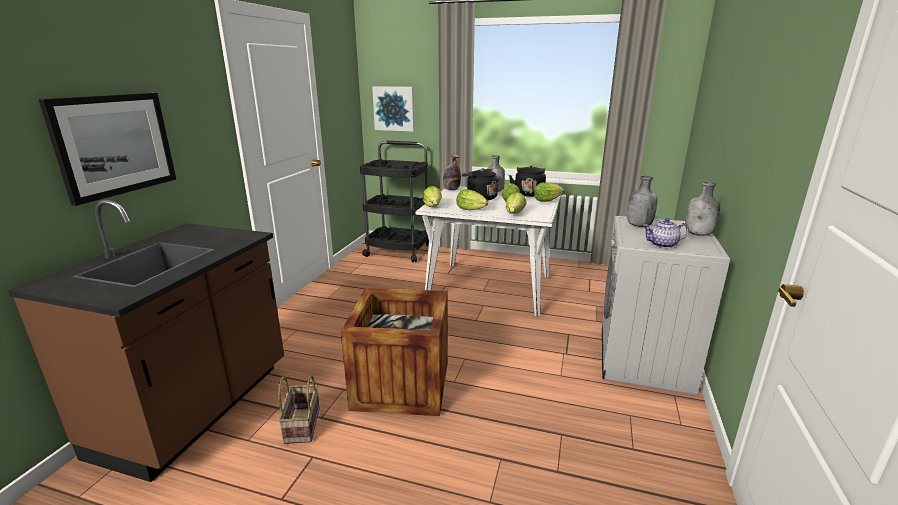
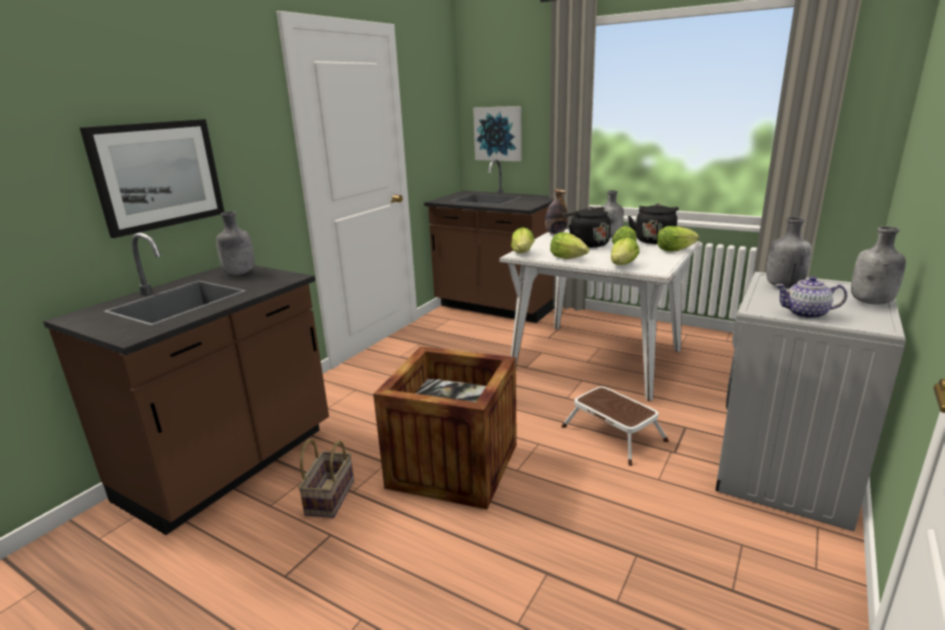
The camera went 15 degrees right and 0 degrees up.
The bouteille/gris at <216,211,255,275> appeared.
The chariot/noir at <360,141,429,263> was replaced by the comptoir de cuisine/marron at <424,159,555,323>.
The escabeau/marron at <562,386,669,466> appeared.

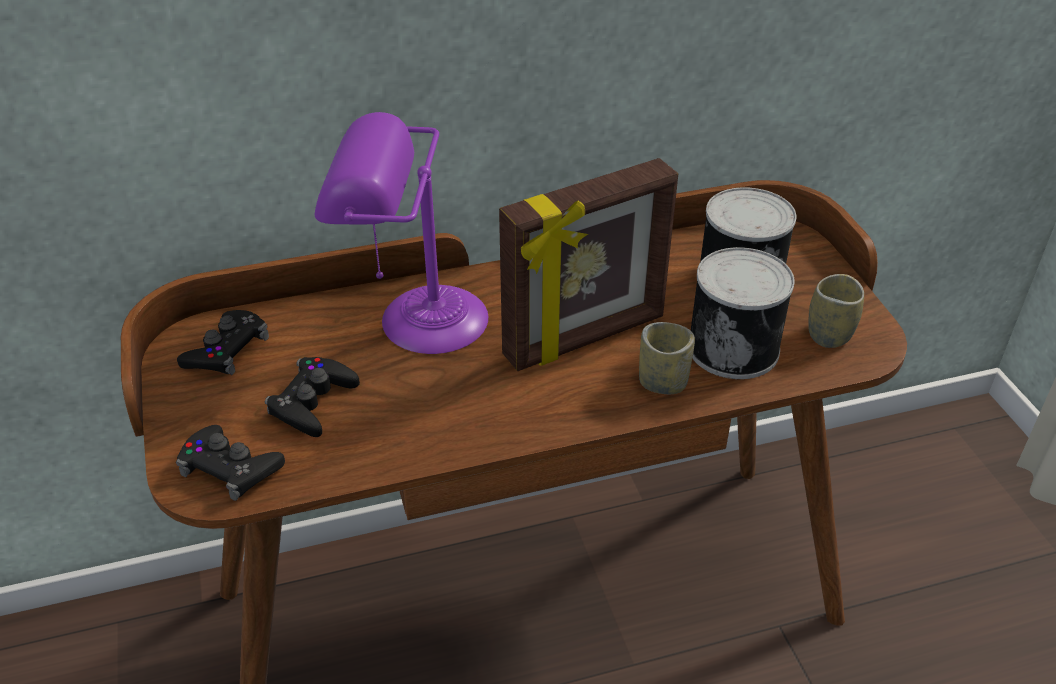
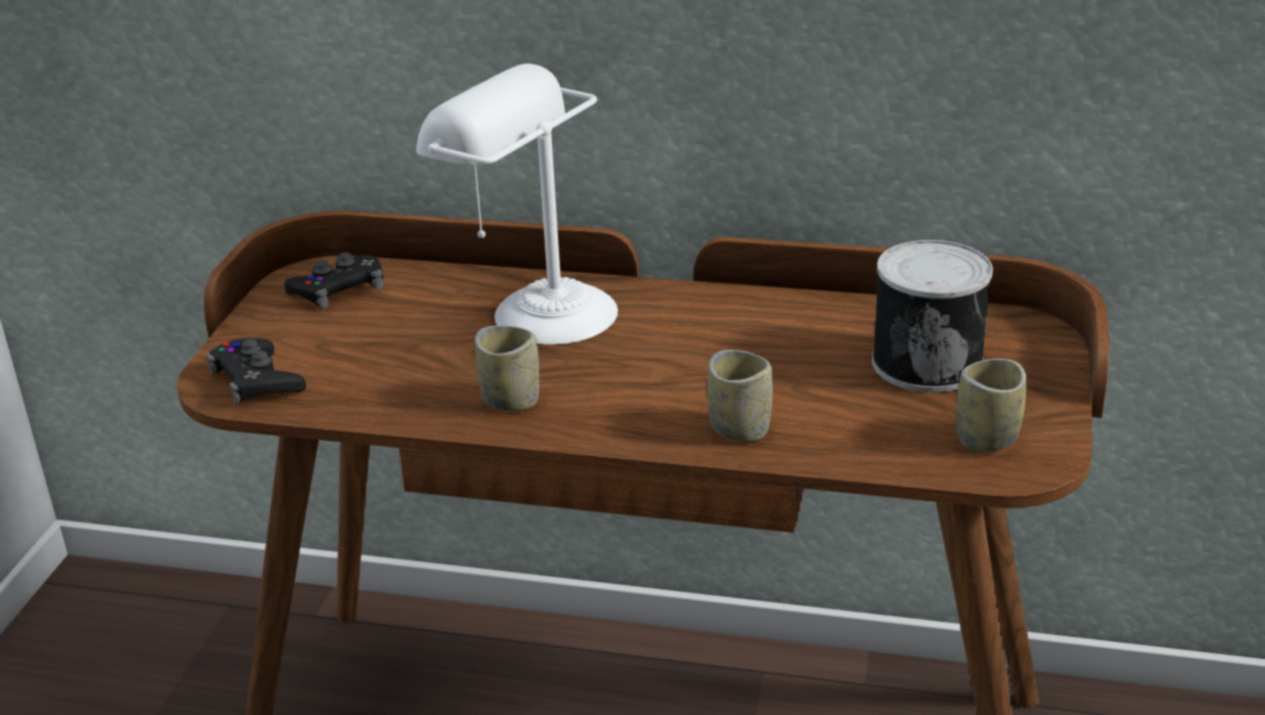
The camera went 30 degrees right and 10 degrees down.
The lampe de table/violet at <314,112,488,354> became the lampe de table/blanc at <416,64,618,345>.
The tasse at <475,325,539,411> appeared.
The manette/noir at <265,357,360,437> disappeared.
The cadre photo at <499,158,678,371> disappeared.
The boîte métallique at <691,247,795,379> disappeared.

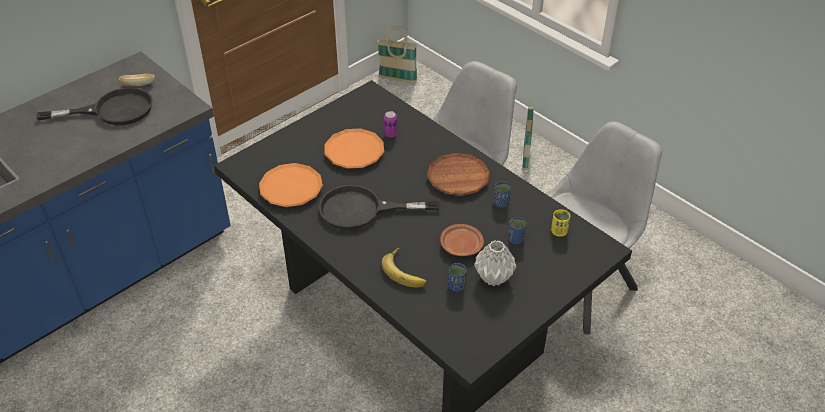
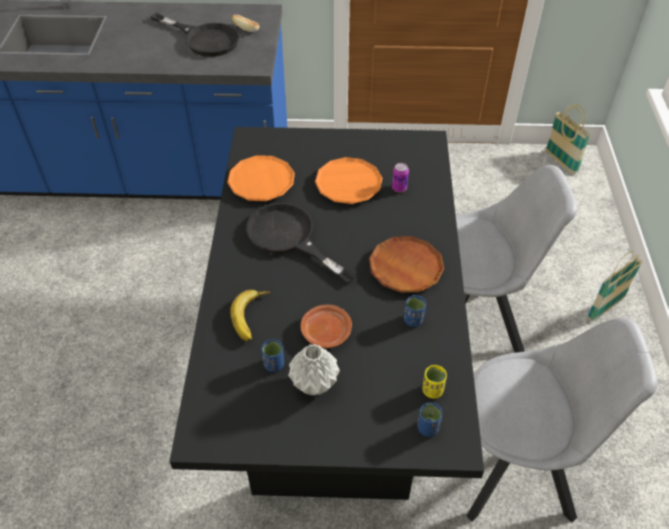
The camera went 45 degrees right and 5 degrees up.
The tasse/bleu moved from <508,217,526,244> to <418,402,442,437>.

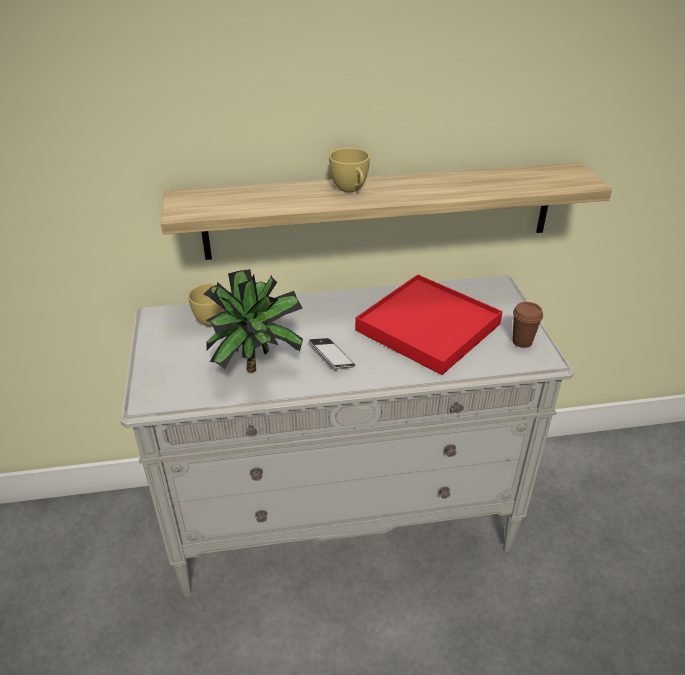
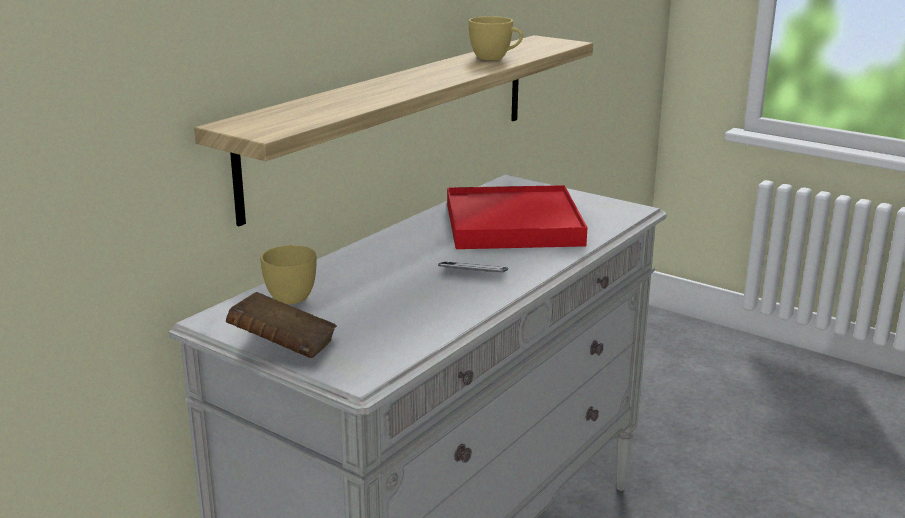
The camera went 45 degrees left and 15 degrees down.
The livre/marron at <226,292,337,358> appeared.
The tasse/jaune moved from <329,148,370,192> to <469,16,523,60>.
The plante en pot at <204,269,303,372> disappeared.
The tasse/marron at <512,302,543,348> disappeared.

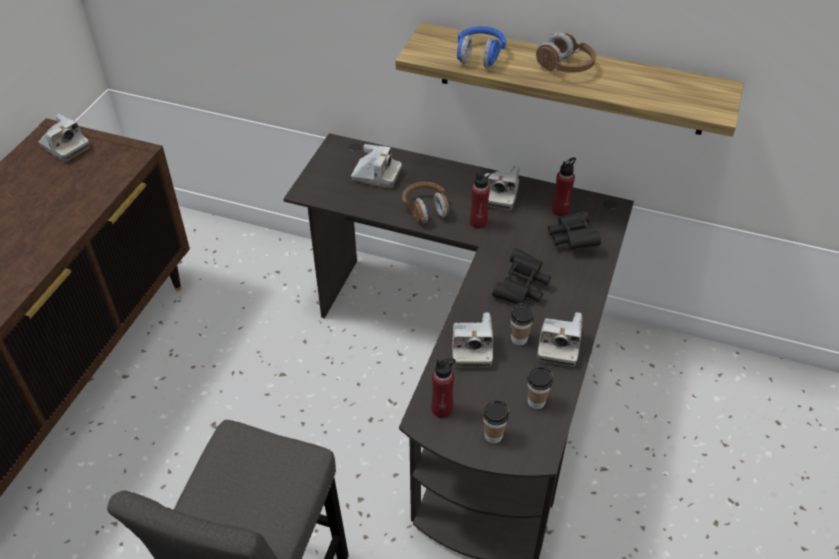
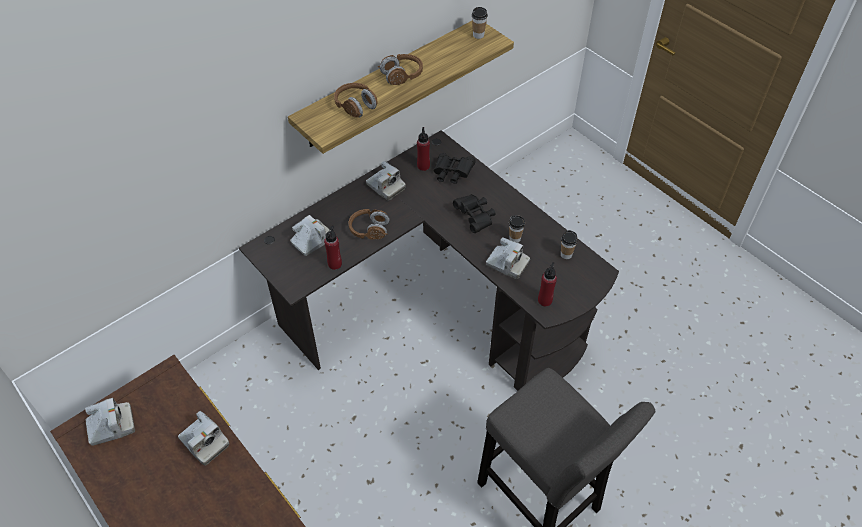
The camera went 60 degrees left and 5 degrees up.
The appareil photo moved from <537,312,582,367> to <178,411,229,466>.
The bouteille/rouge moved from <470,171,491,229> to <324,225,342,270>.
The casque audio/bleu at <457,26,506,68> became the casque audio/marron at <334,83,378,118>.
The tasse moved from <483,400,509,443> to <472,7,488,39>.

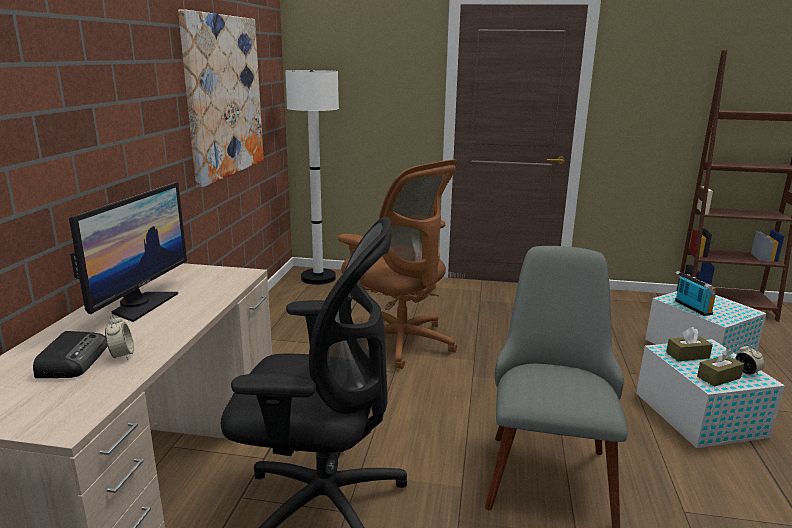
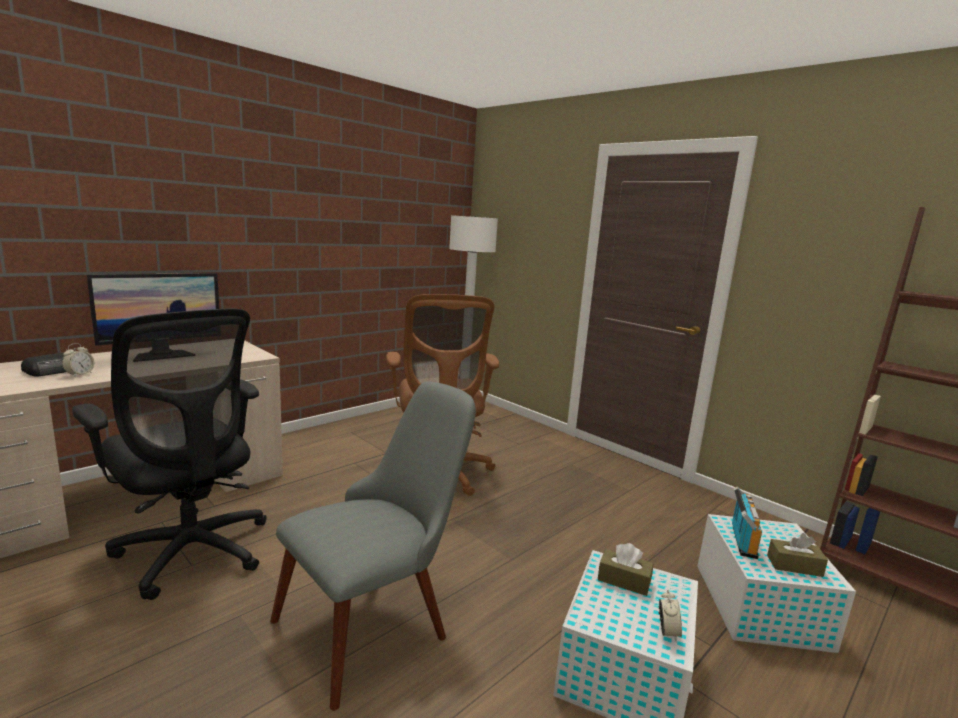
The camera went 35 degrees right and 5 degrees down.
The boîte à mouchoirs/marron moved from <697,349,744,387> to <767,533,828,577>.
The tableau at <178,10,264,188> disappeared.

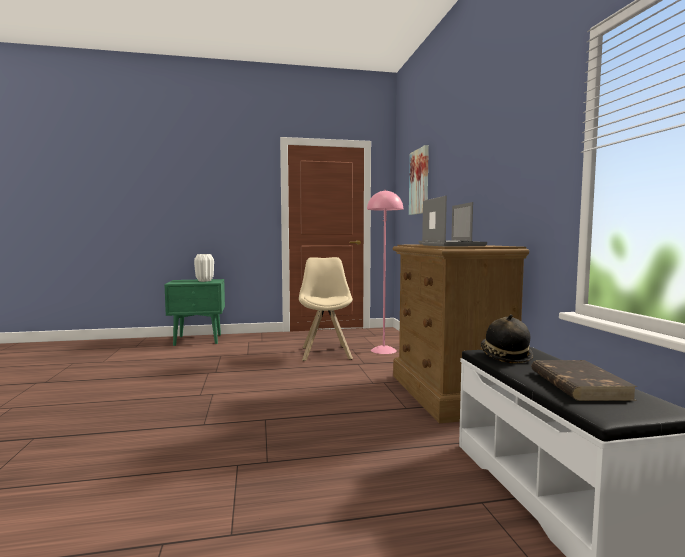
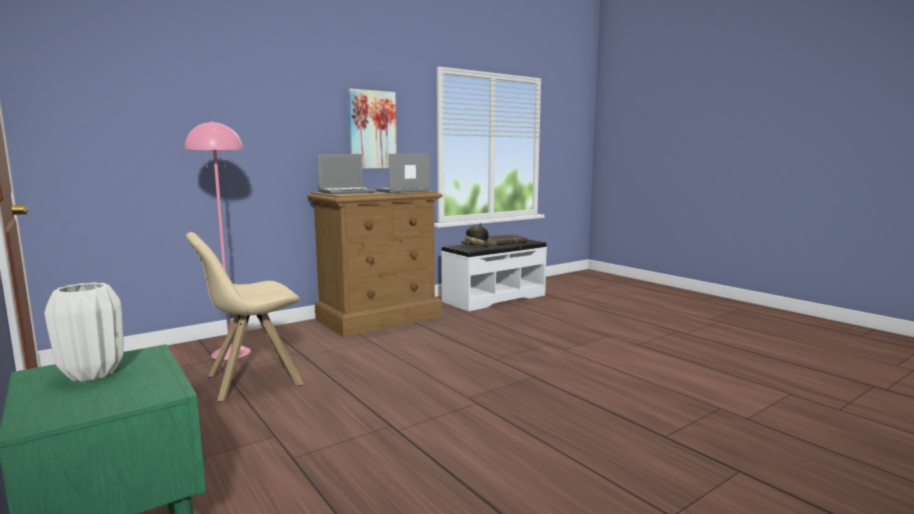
The camera went 115 degrees left and 5 degrees up.
The tableau moved from <409,145,429,215> to <348,89,397,169>.

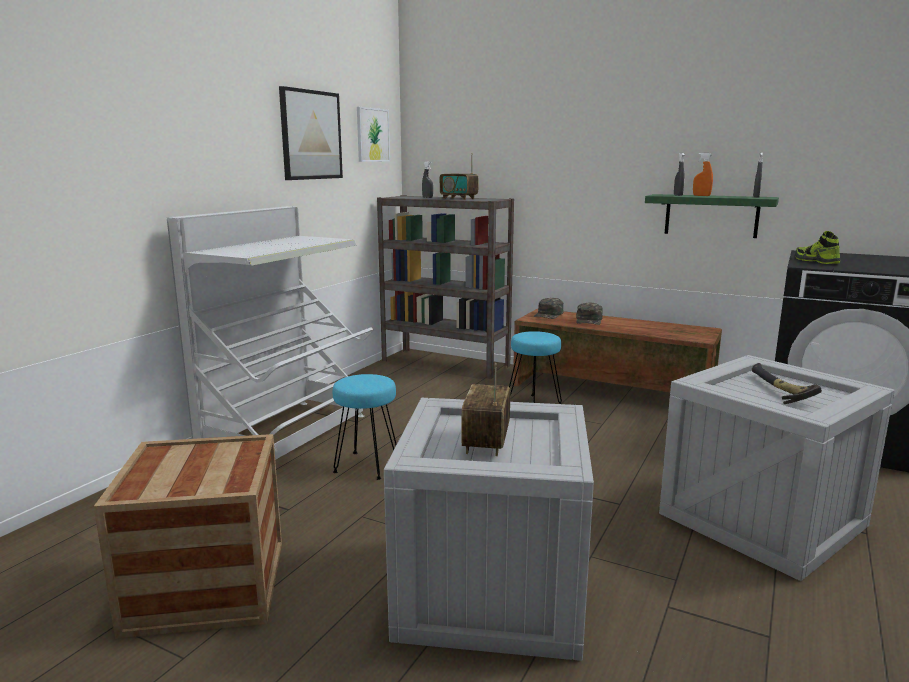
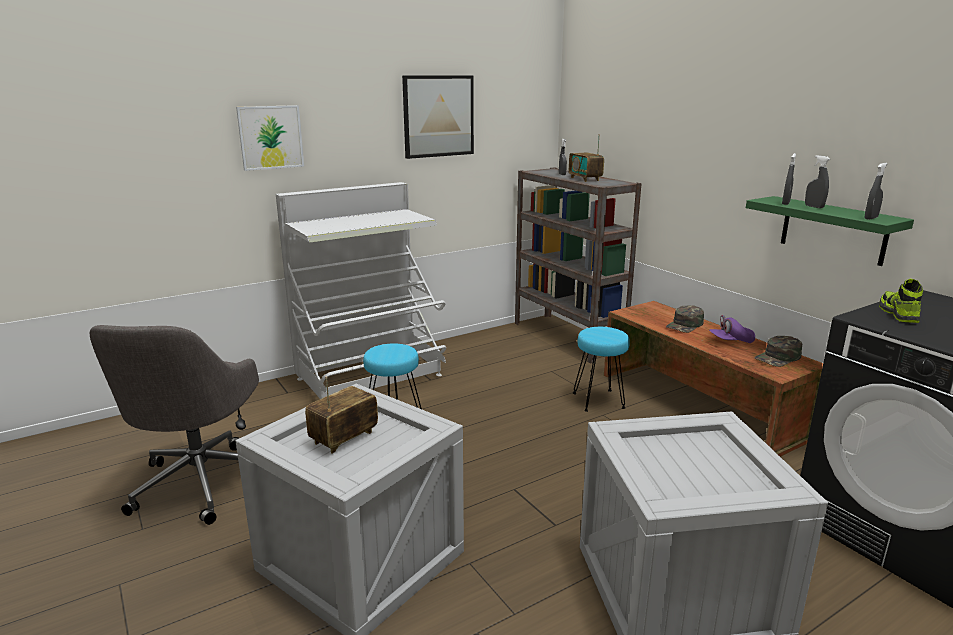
The camera went 30 degrees right and 5 degrees up.
The caisse at <94,434,282,639> was replaced by the chaise de bureau/gris at <90,325,259,525>.
The tableau moved from <357,107,390,162> to <236,105,304,171>.
The casquette/violet at <709,315,755,343> appeared.
The casquette/vert moved from <533,298,564,319> to <755,336,802,367>.
The vaporisateur/orange at <693,153,713,196> became the vaporisateur/gris at <805,155,830,208>.
The marteau at <752,363,822,404> disappeared.

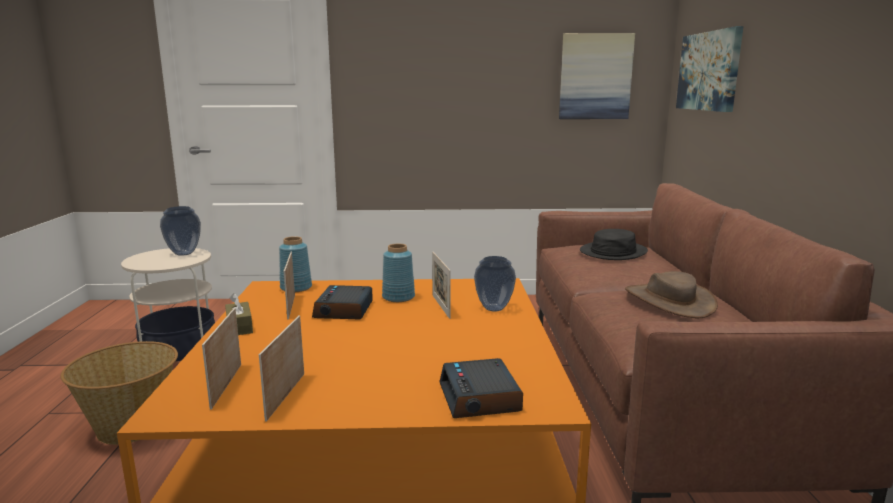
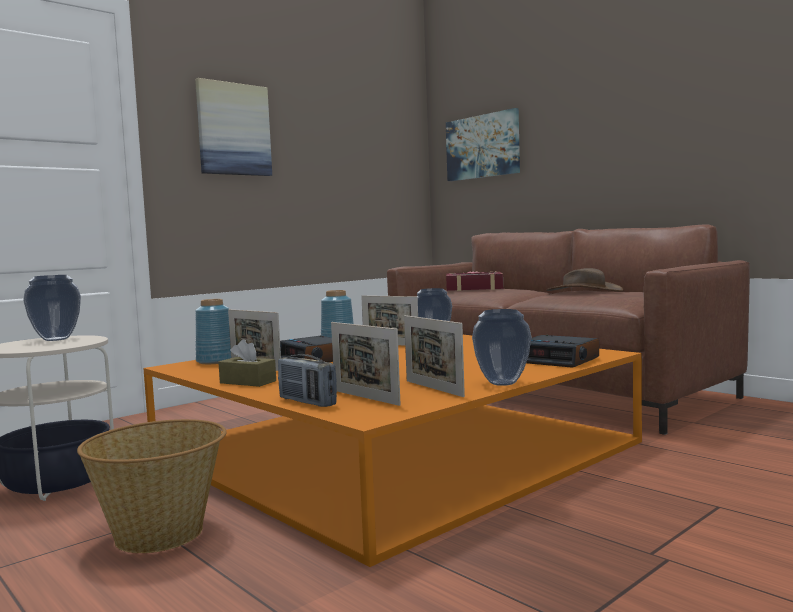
The camera went 40 degrees left and 10 degrees down.
The tableau moved from <559,33,635,119> to <195,78,272,176>.
The radio at <278,354,337,407> appeared.
The chapeau/noir at <580,229,648,260> was replaced by the livre at <446,271,503,291>.
The vase at <472,309,531,386> appeared.

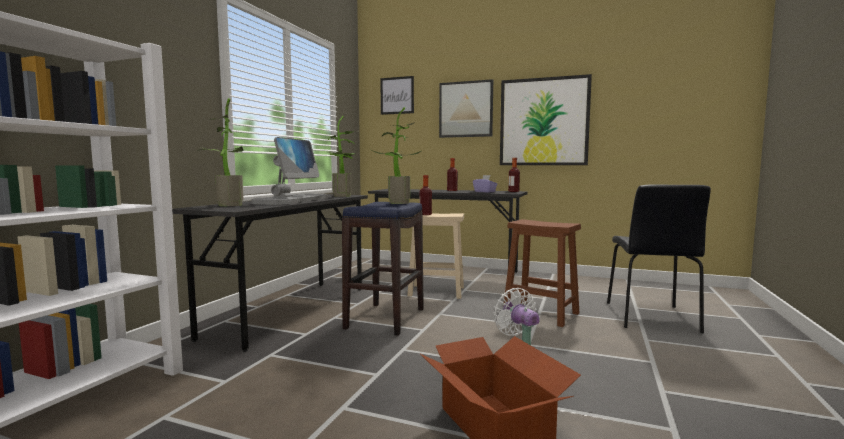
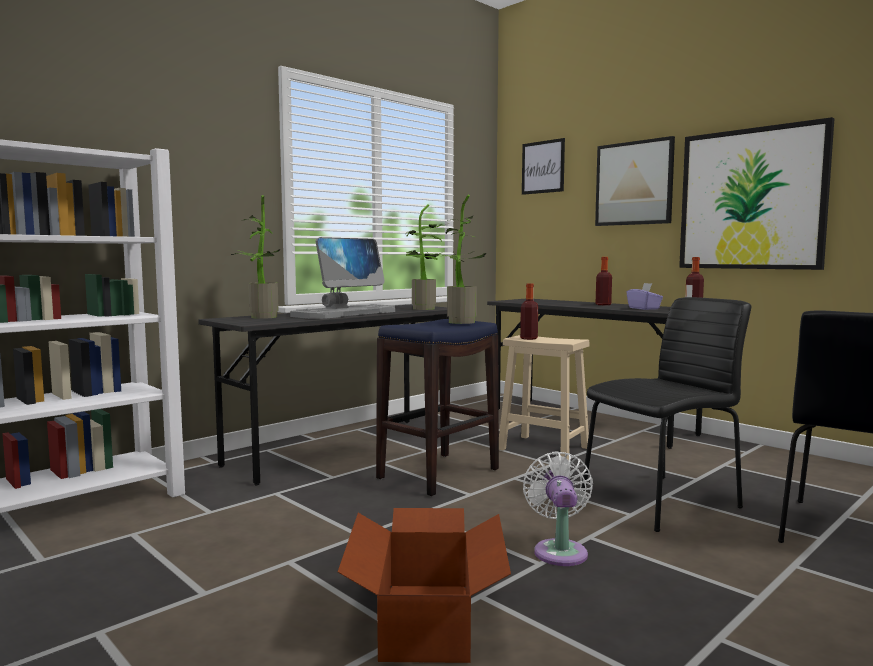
The camera went 25 degrees right and 0 degrees up.
The tabouret/marron at <503,219,581,327> was replaced by the chaise/noir at <582,297,751,532>.

